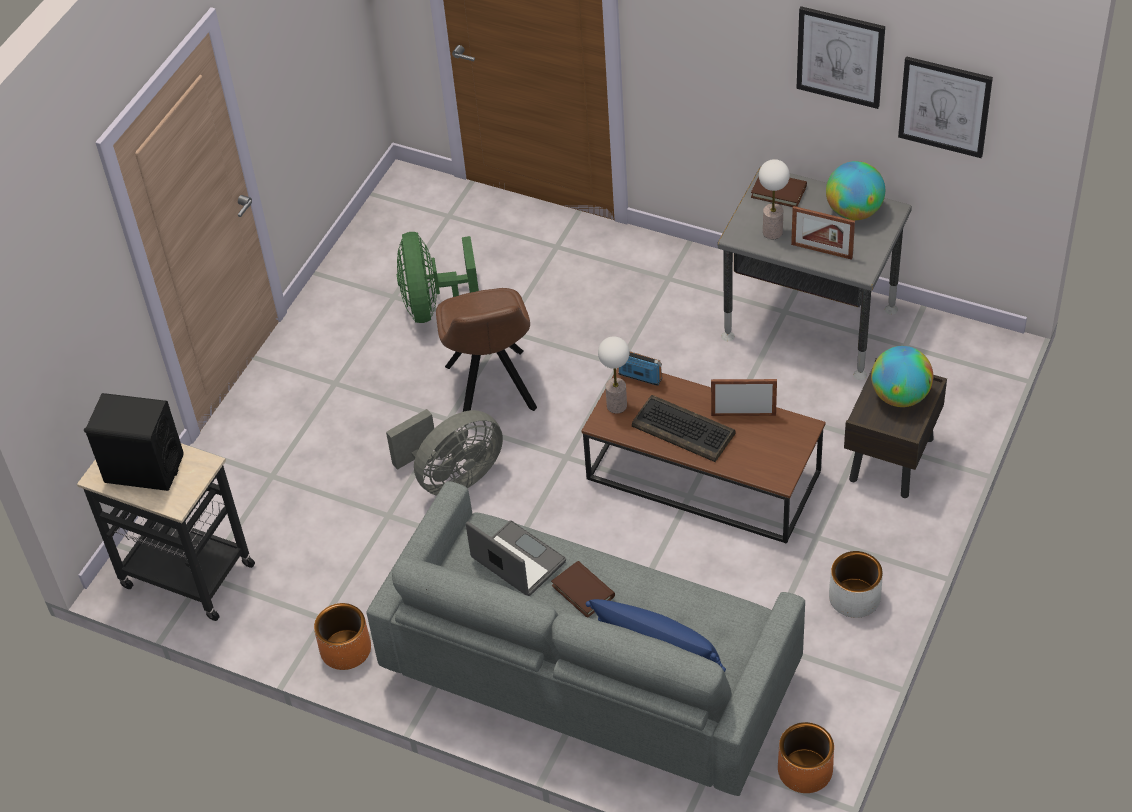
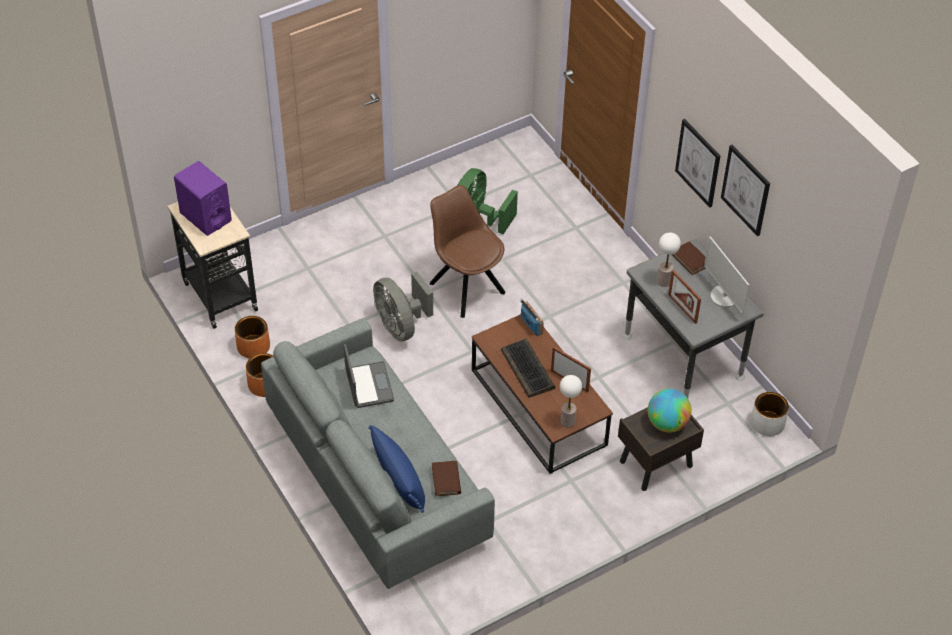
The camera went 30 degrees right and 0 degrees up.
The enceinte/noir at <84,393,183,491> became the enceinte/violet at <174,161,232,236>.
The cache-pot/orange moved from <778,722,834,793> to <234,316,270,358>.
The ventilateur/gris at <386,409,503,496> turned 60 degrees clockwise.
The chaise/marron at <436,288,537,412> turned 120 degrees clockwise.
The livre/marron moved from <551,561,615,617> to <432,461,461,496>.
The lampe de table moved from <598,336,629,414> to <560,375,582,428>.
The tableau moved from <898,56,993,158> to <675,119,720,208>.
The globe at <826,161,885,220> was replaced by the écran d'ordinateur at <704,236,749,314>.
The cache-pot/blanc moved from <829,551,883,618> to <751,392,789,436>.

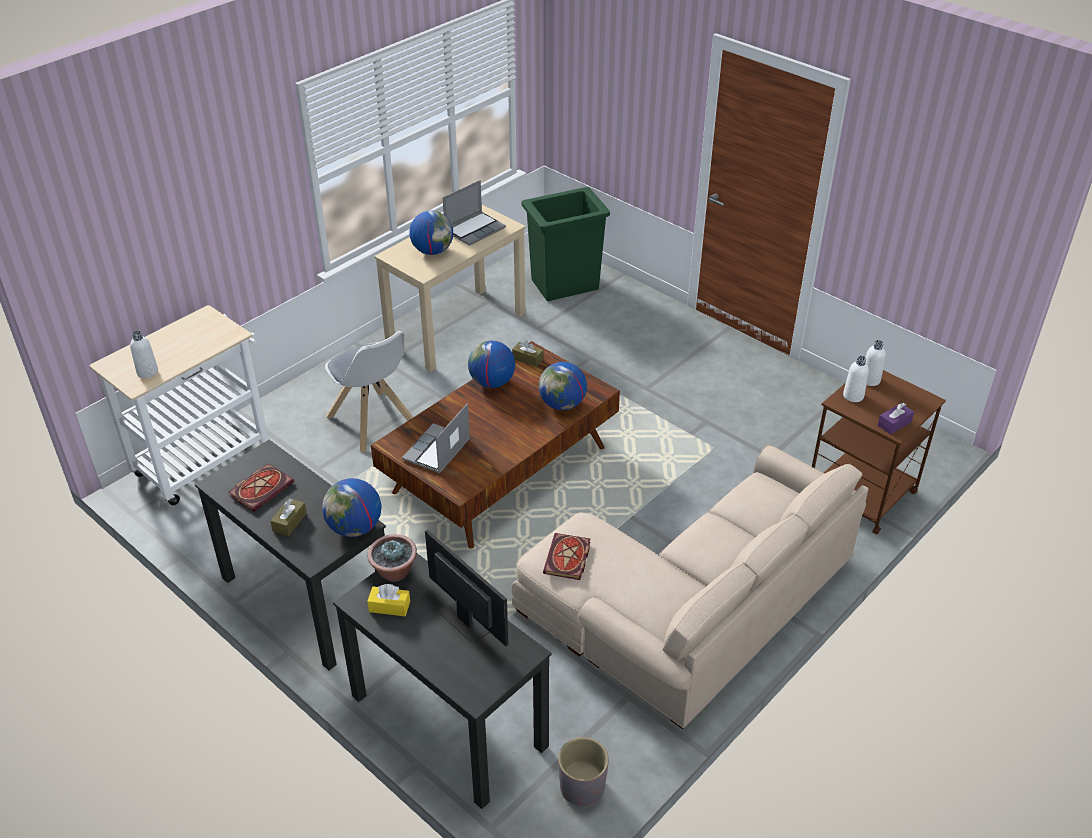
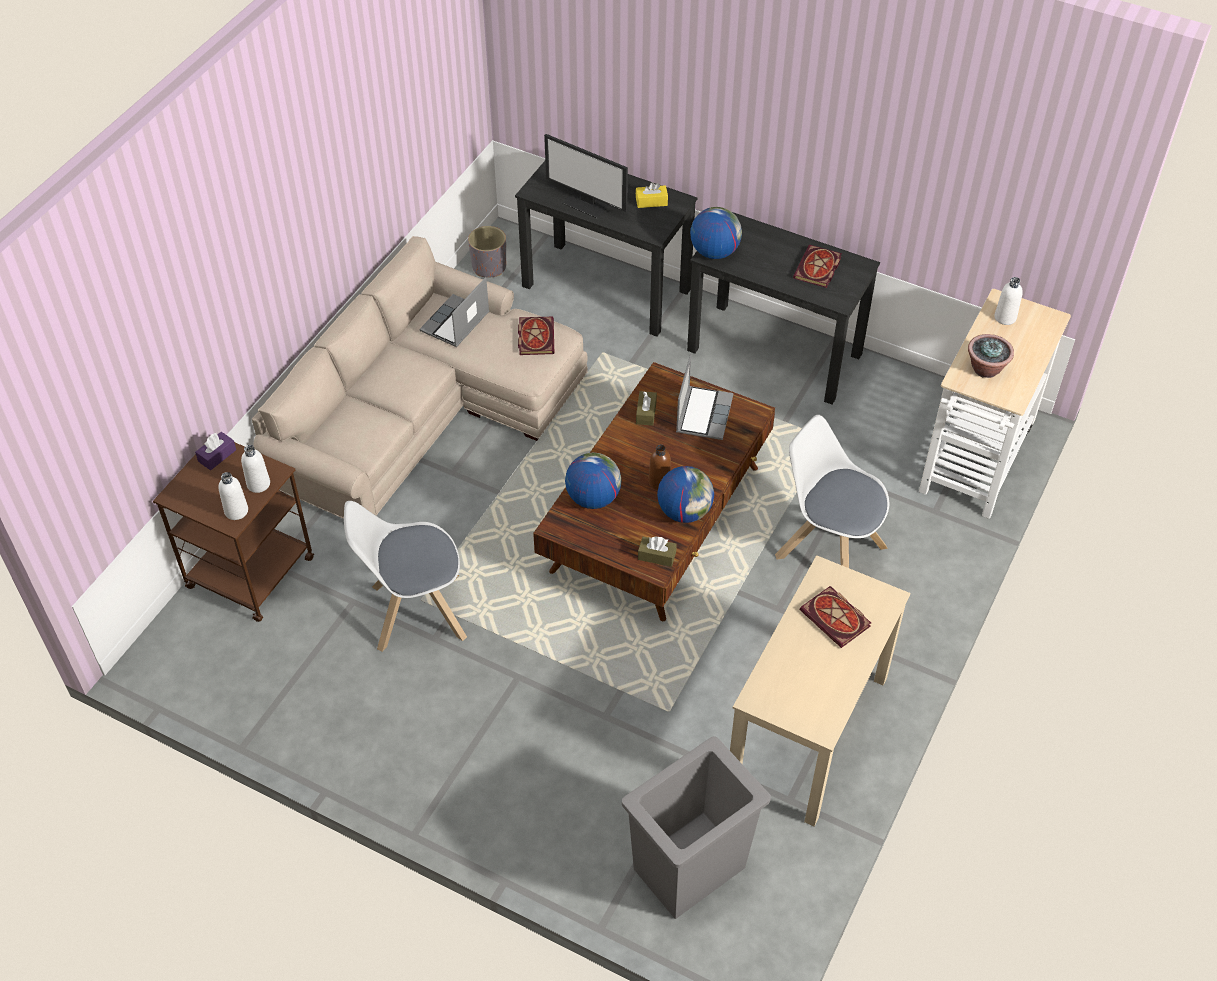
The camera went 165 degrees right and 10 degrees up.
The chaise at <344,501,467,652> appeared.
The ordinateur portable moved from <443,180,506,246> to <419,277,489,347>.
The poubelle/vert at <522,187,610,301> became the poubelle/gris at <622,736,771,919>.
The boîte à mouchoirs/marron moved from <270,498,307,536> to <636,391,657,426>.
The bouteille/marron at <648,445,671,490> appeared.
The globe at <409,210,453,255> was replaced by the livre at <800,586,871,648>.
The plante en pot moved from <367,534,417,582> to <968,334,1014,378>.

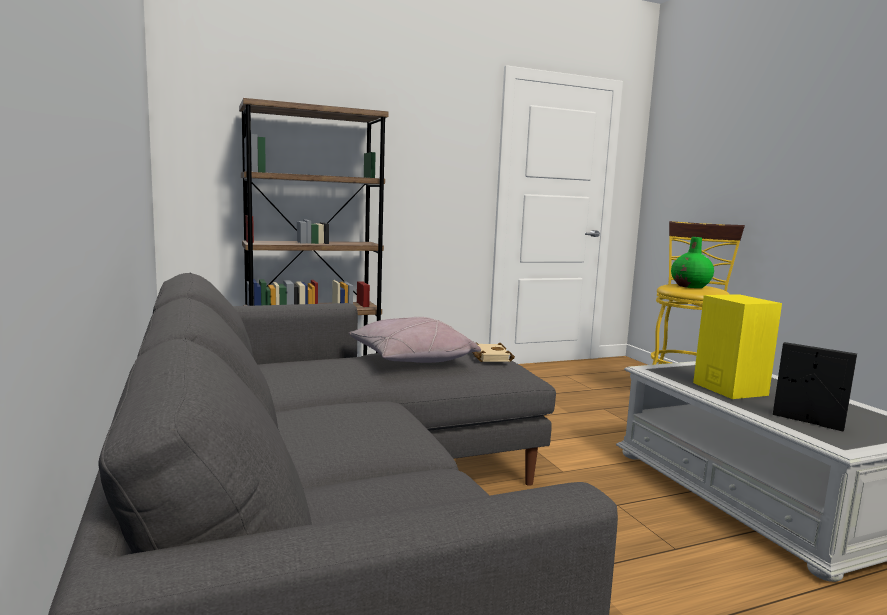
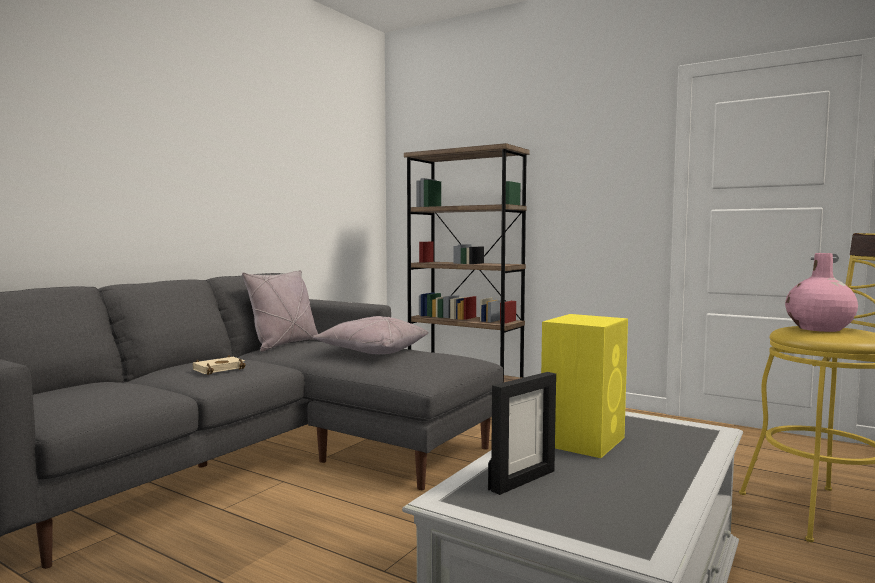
The camera went 55 degrees right and 5 degrees down.
The livre/beige moved from <472,342,515,362> to <192,355,246,375>.
The coussin/violet at <242,270,318,352> appeared.
The cadre photo at <773,342,857,432> turned 45 degrees clockwise.
The vase/vert at <671,237,714,288> became the vase/rose at <785,253,858,332>.

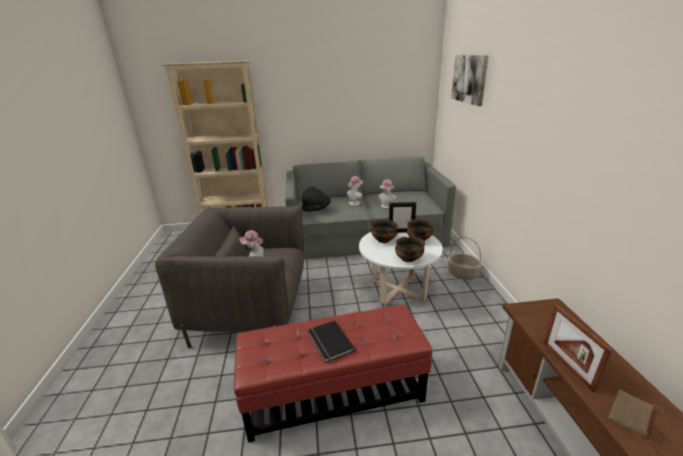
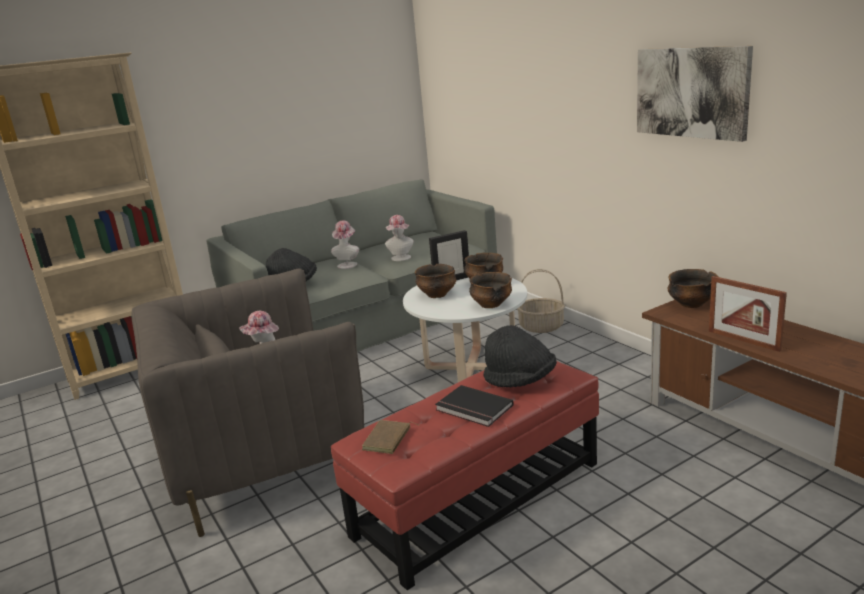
The camera went 25 degrees left and 5 degrees down.
The livre/marron moved from <608,390,665,437> to <362,420,420,454>.
The chapeau/noir at <483,325,557,387> appeared.
The tableau moved from <451,55,489,106> to <637,46,753,142>.
The bol at <667,269,718,308> appeared.

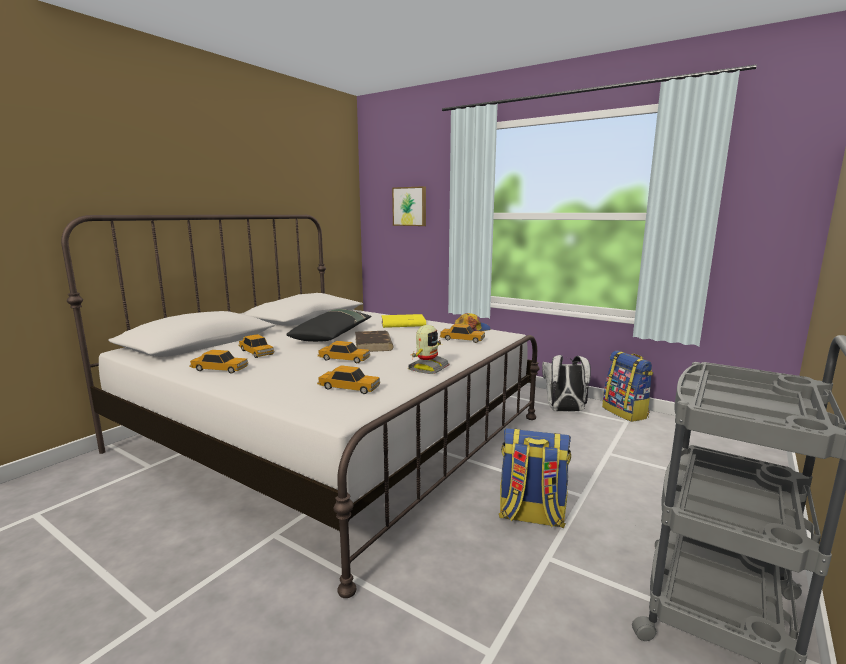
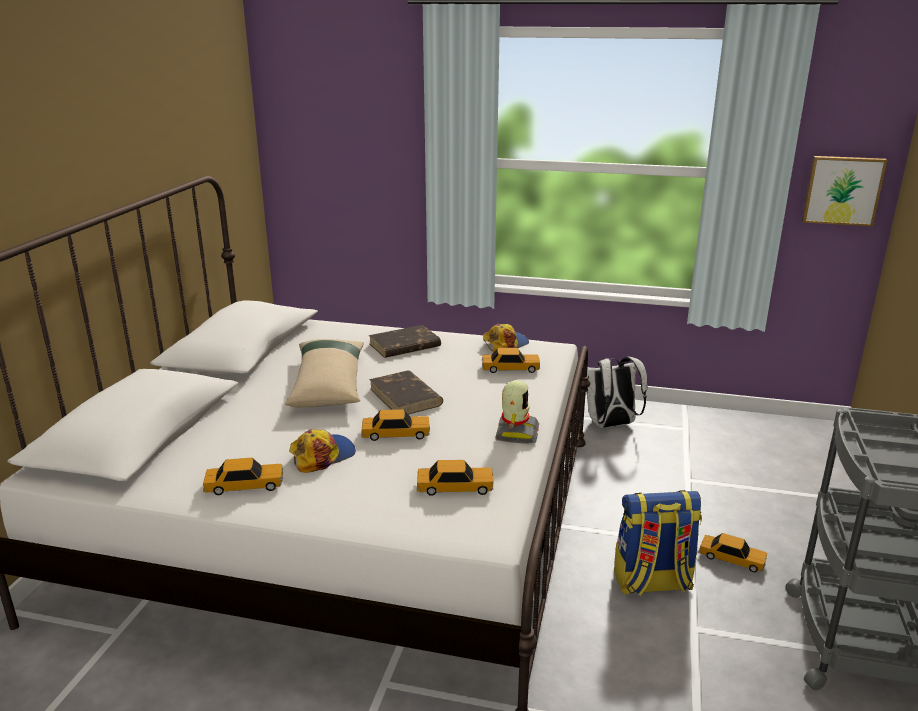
The camera went 20 degrees left and 10 degrees up.
The coussin/noir at <286,309,371,342> became the coussin/beige at <285,339,364,407>.
The casquette at <289,429,356,473> appeared.
The livre/jaune at <381,314,426,328> became the livre/marron at <369,325,441,358>.
The petite voiture moved from <238,334,274,358> to <699,533,767,572>.
The tableau moved from <392,186,426,226> to <802,156,887,226>.
The sac à dos at <602,351,653,422> disappeared.

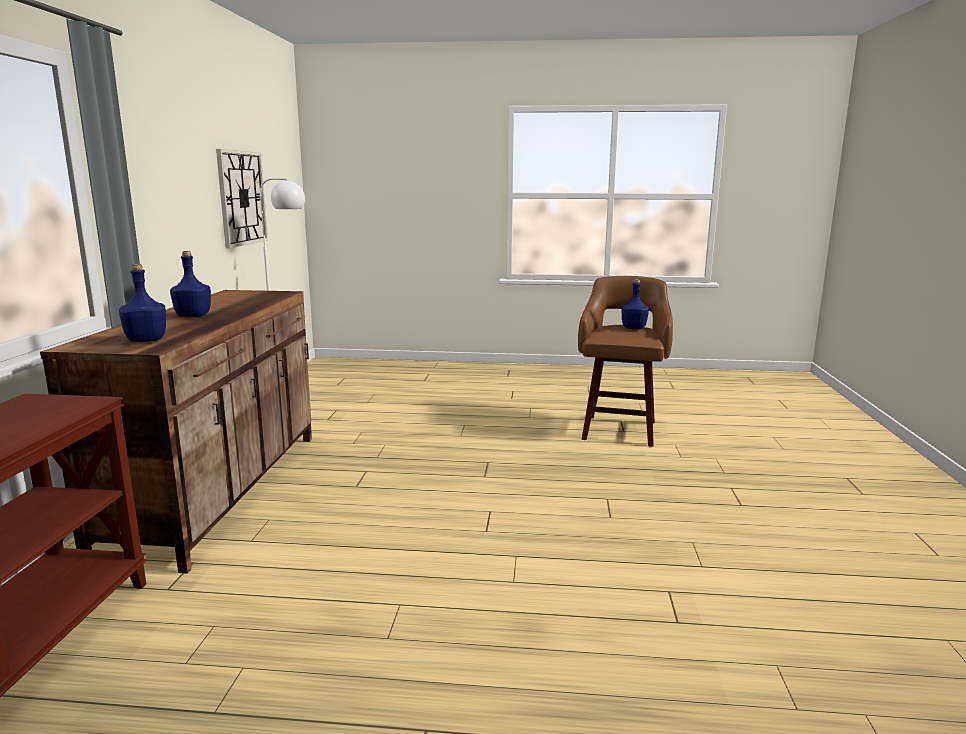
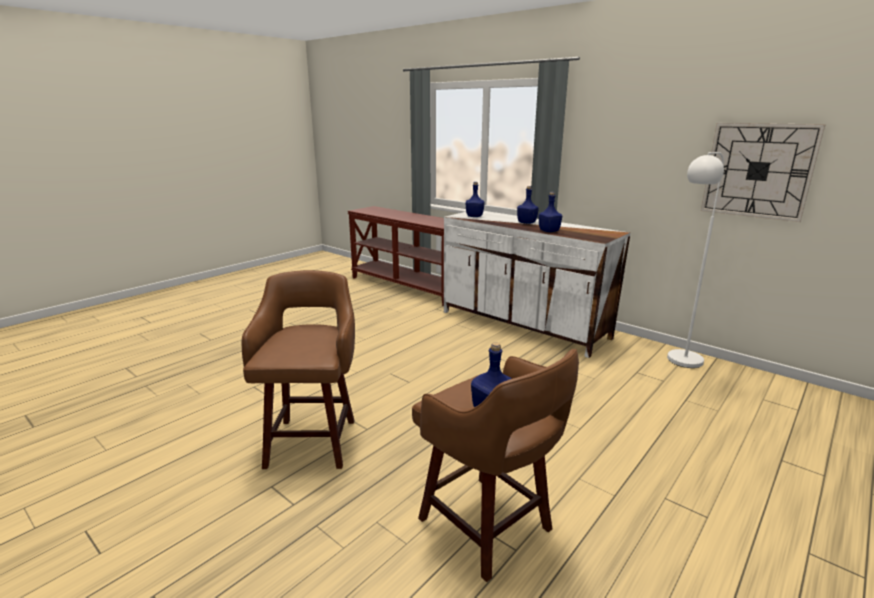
The camera went 125 degrees right and 5 degrees up.
The tabouret/marron at <242,270,355,469> appeared.
The meuble de rangement/marron at <40,290,312,574> became the meuble de rangement/blanc at <444,211,630,358>.
The bouteille/bleu at <539,192,562,232> appeared.

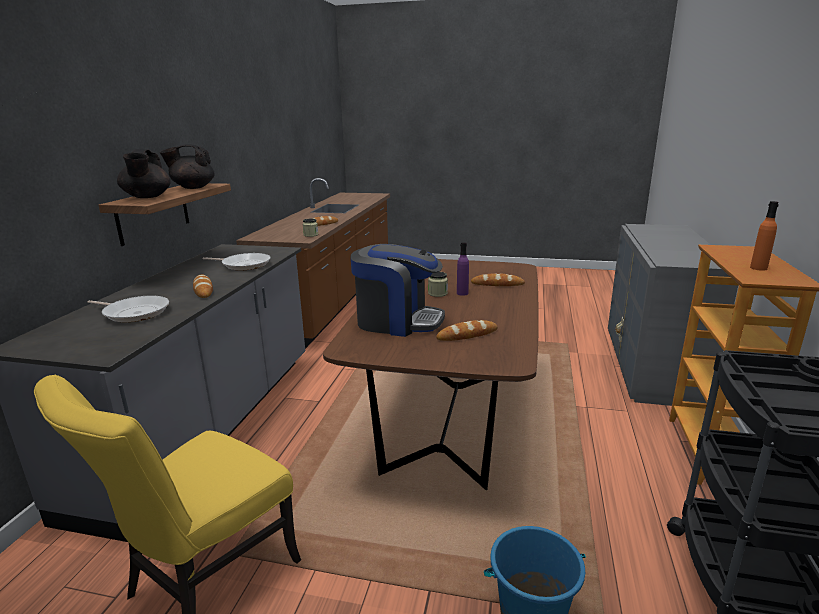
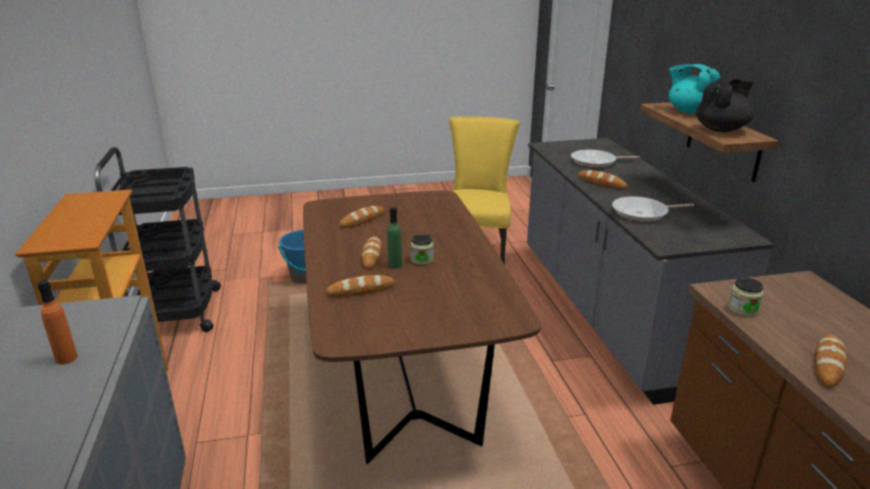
The camera went 155 degrees right and 5 degrees up.
The bouteille/orange moved from <750,201,779,271> to <37,280,78,365>.
The pain at <362,236,382,269> appeared.
The bouteille/violet at <457,242,469,296> became the bouteille/vert at <387,207,402,269>.
The théière/noir at <117,149,171,198> became the théière/turquoise at <669,64,720,114>.
The machine à café at <351,244,445,337> disappeared.

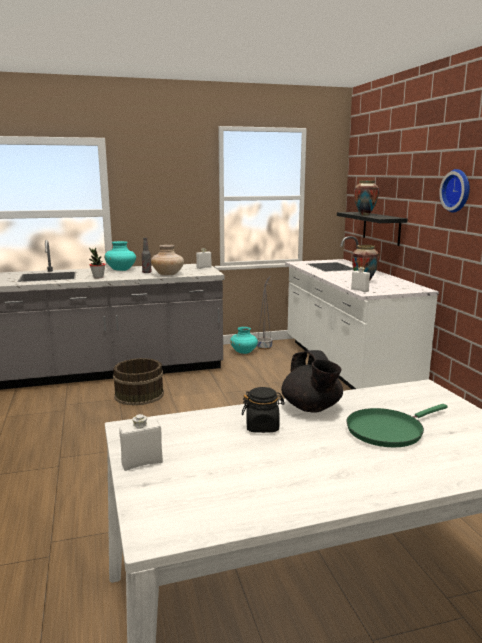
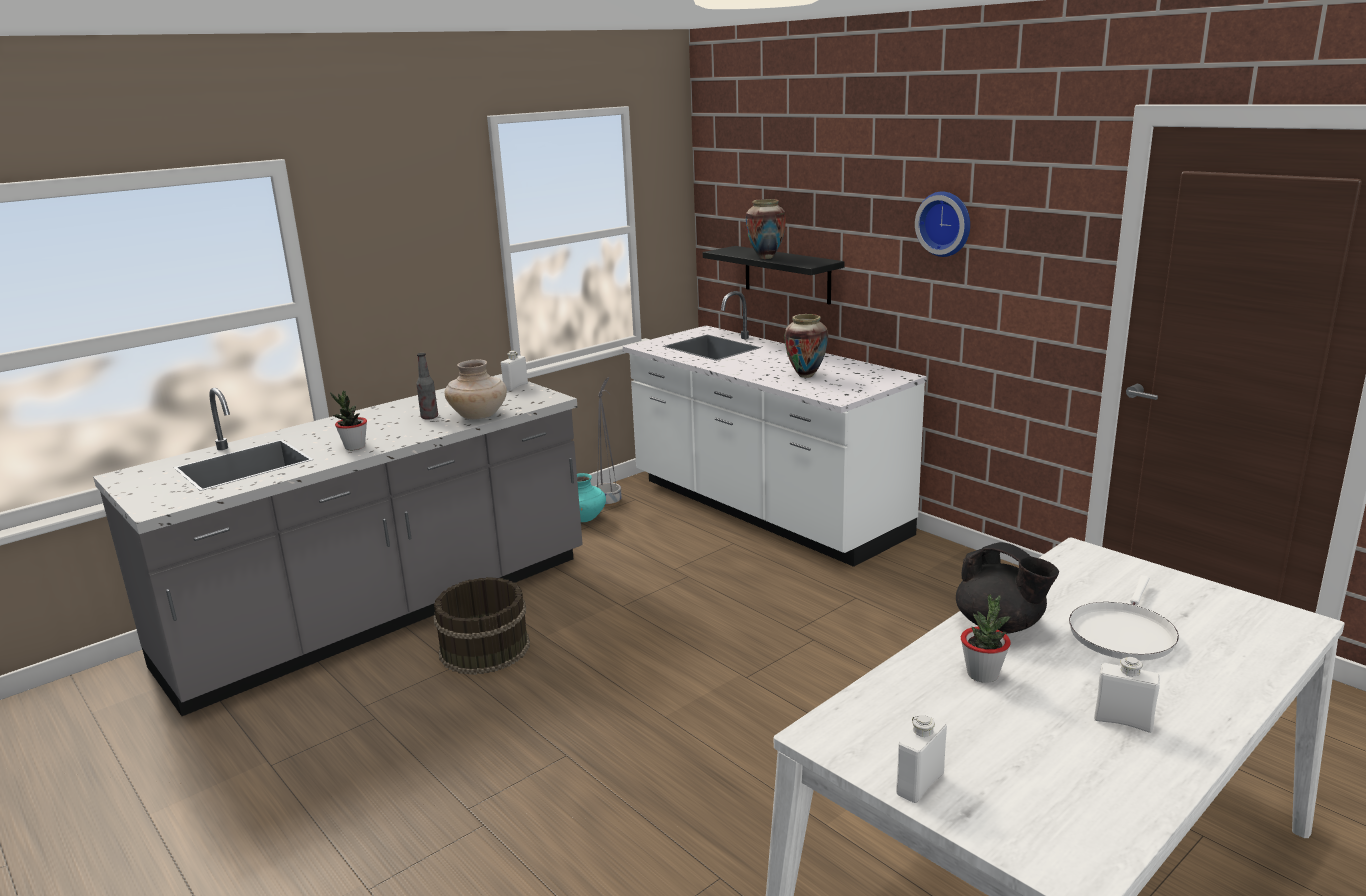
The camera went 25 degrees left and 5 degrees up.
The bocal/noir at <242,387,285,433> was replaced by the plante en pot at <961,594,1011,683>.
The poêle/vert at <346,404,447,447> became the poêle/blanc at <1069,575,1179,661>.
The bouteille/blanc moved from <351,267,370,292> to <1094,657,1160,733>.
The vase/turquoise at <104,241,136,271> disappeared.

